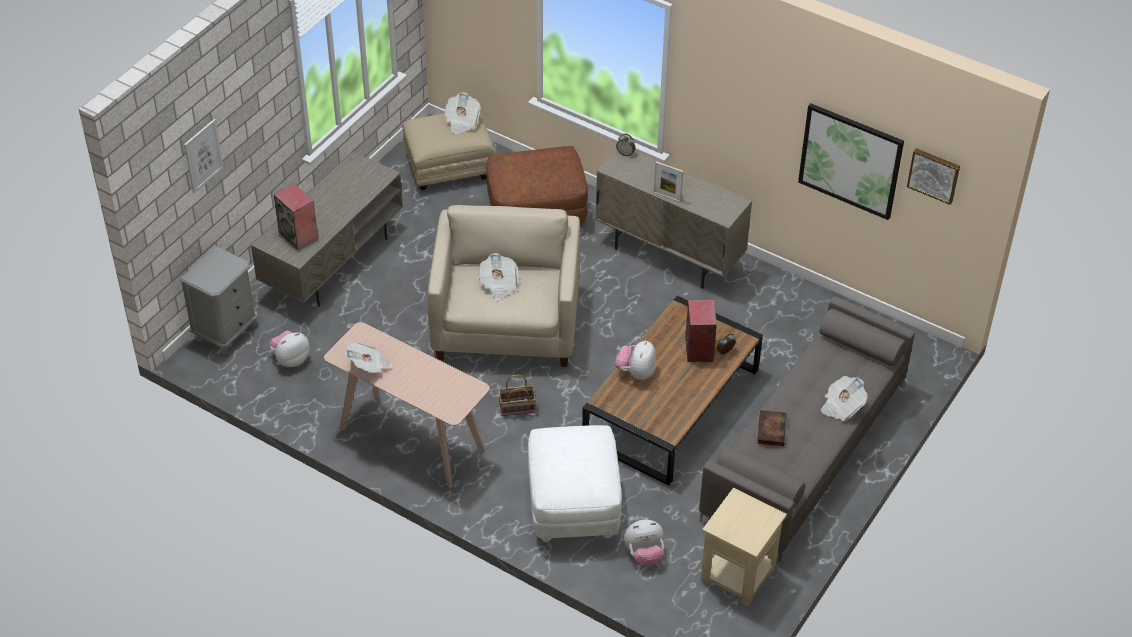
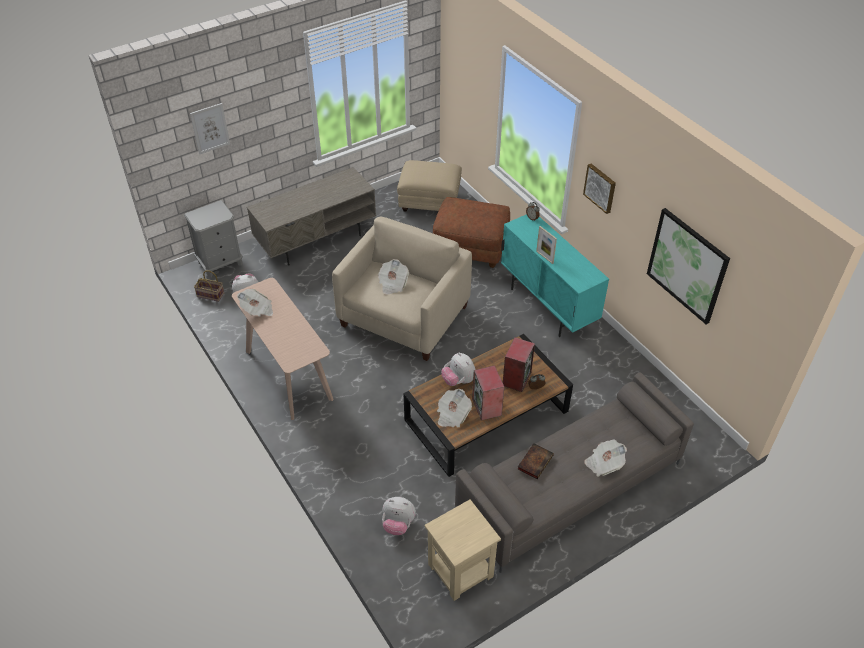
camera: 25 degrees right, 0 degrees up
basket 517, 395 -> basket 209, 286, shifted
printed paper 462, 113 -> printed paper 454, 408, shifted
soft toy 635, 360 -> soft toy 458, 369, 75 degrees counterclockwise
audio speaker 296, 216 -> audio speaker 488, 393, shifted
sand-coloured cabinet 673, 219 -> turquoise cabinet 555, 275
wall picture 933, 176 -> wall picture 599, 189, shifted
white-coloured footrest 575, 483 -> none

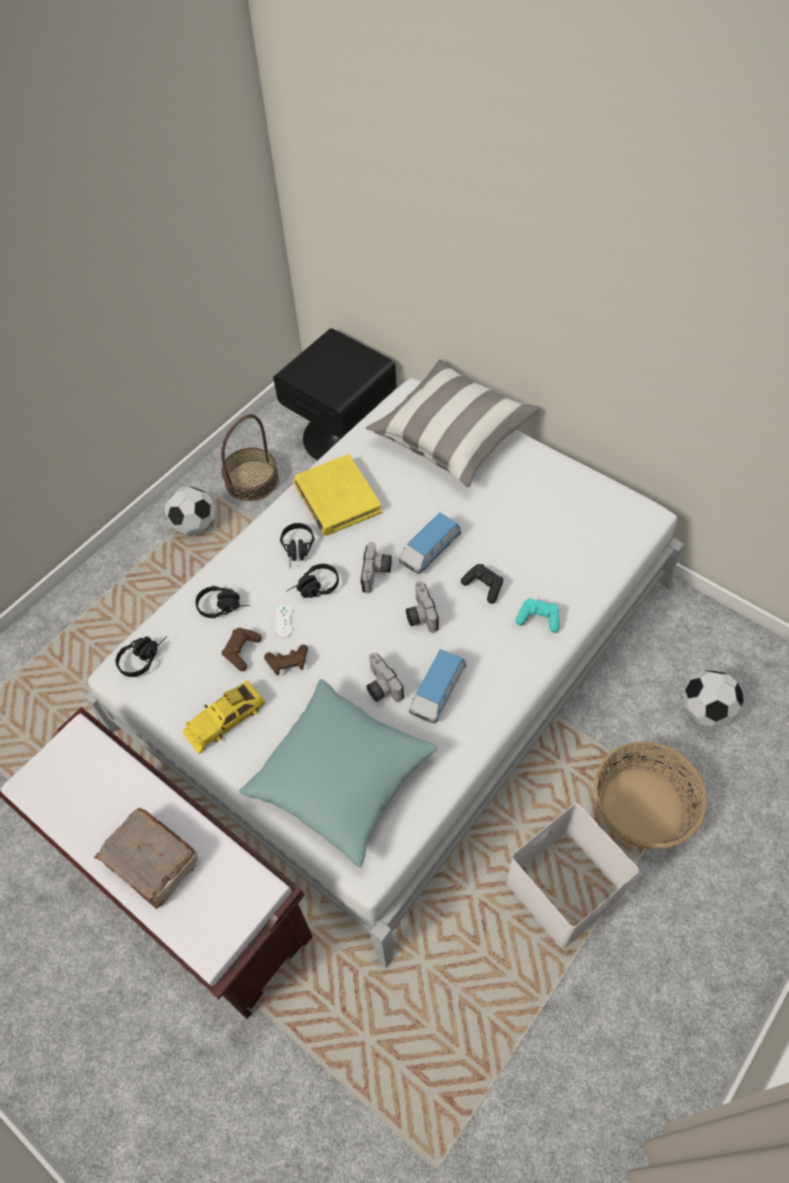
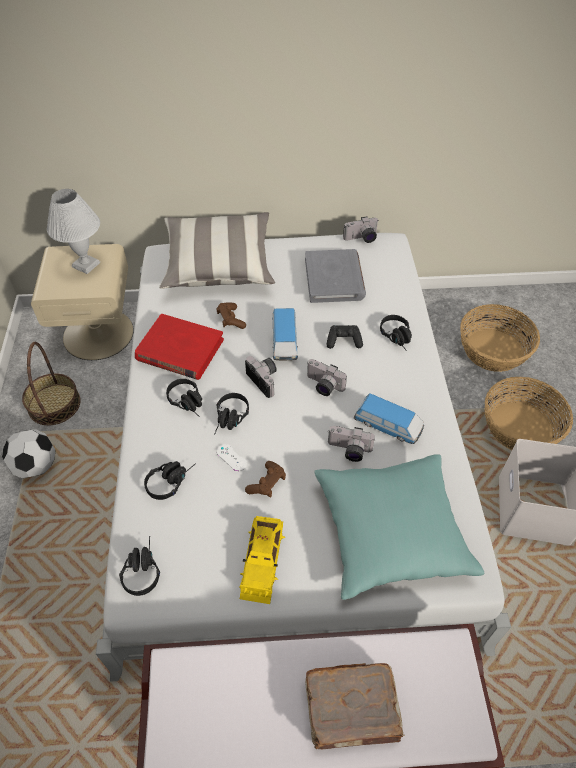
camera: 45 degrees left, 5 degrees down
black nightstand 335, 394 -> sand-coloured nightstand 82, 302
none -> white-coloured tabletop lamp 73, 231
yellow-coloured volume 337, 495 -> reddish volume 179, 347
brown-coloured game controller 242, 649 -> brown-coloured game controller 231, 315, shifted
none -> gray volume 335, 276
none -> photo camera 360, 229
toy car 437, 686 -> toy car 389, 418, 45 degrees counterclockwise
turquoise game controller 537, 615 -> black pair of headphones 396, 333
football ball 713, 698 -> basket 500, 338

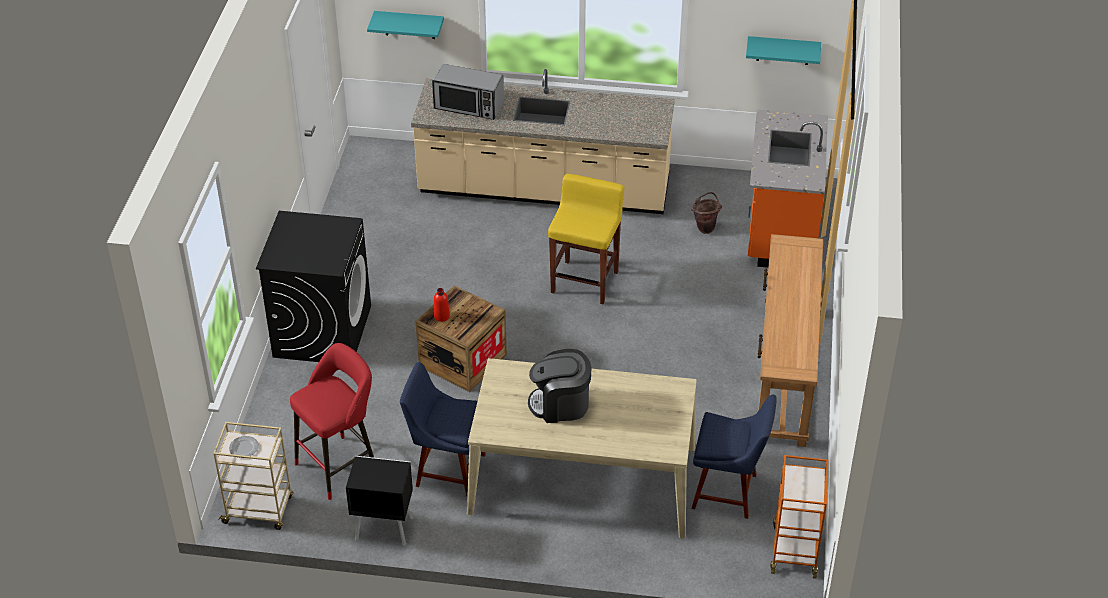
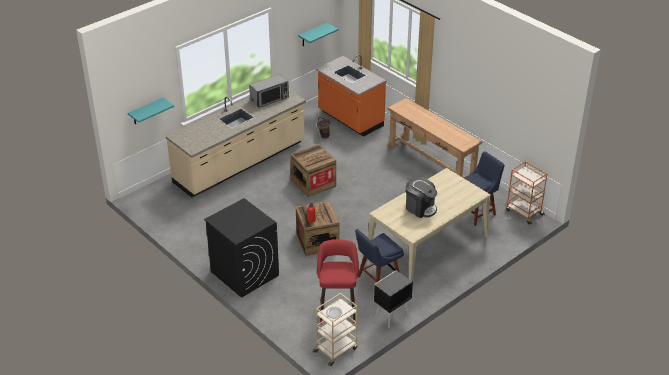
camera: 50 degrees left, 5 degrees down
microwave 468, 92 -> microwave 269, 91, shifted
yellow-coloured sitting stool 586, 239 -> shipping crate 313, 170
coffee machine 559, 386 -> coffee machine 421, 197, 90 degrees counterclockwise

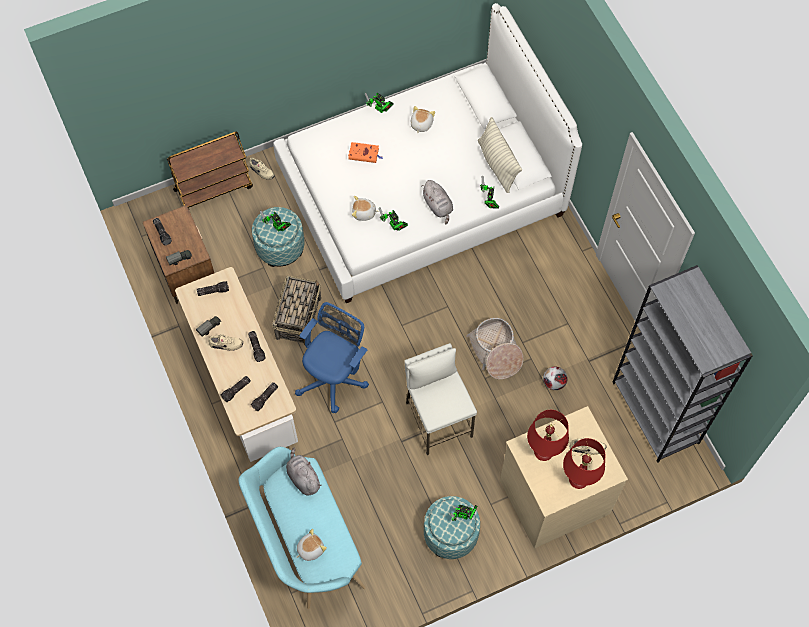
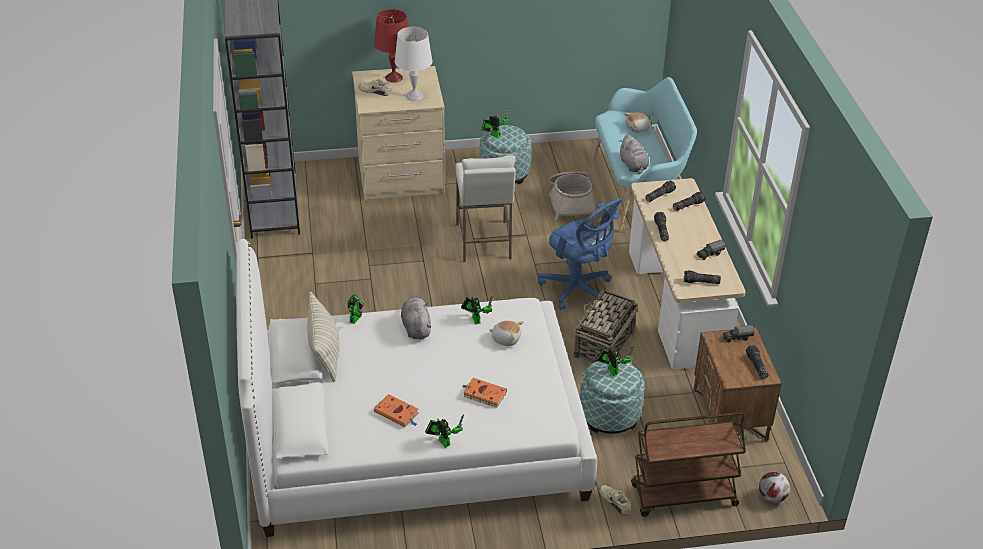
camera: 165 degrees left, 25 degrees down
soft toy 423, 119 -> orangey volume 396, 410
reddish tabletop lamp 548, 435 -> white-coloured tabletop lamp 413, 64
blue-coloured desk chair 332, 357 -> blue-coloured desk chair 580, 254, 90 degrees counterclockwise
basket 494, 348 -> basket 571, 195, shifted
football ball 555, 378 -> football ball 774, 487, shifted
sand-coloured low shoe 225, 342 -> none

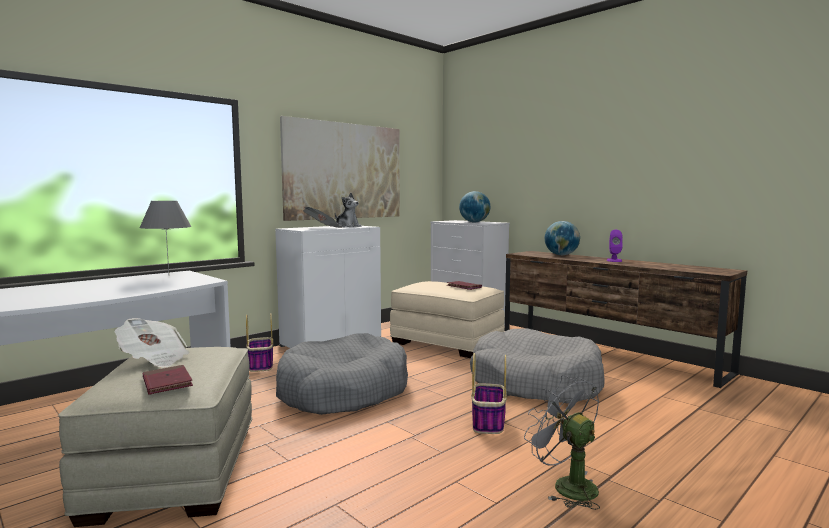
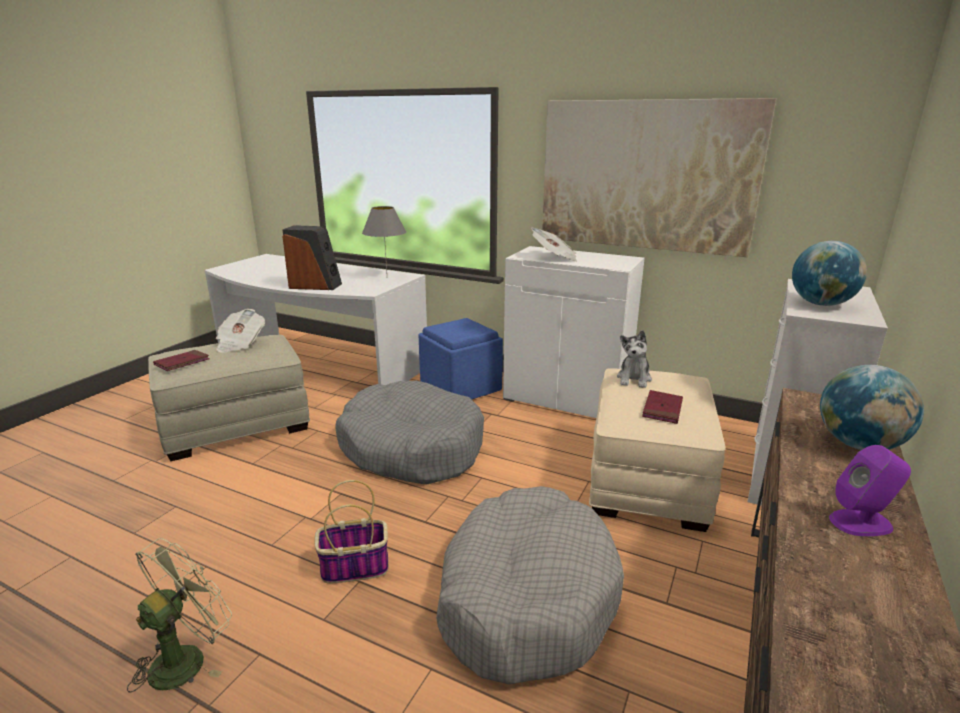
camera: 70 degrees right, 15 degrees up
gray electric fan 562, 442 -> green-coloured electric fan 179, 615
none -> audio speaker 312, 257
basket 259, 343 -> blue-coloured footrest 460, 359
soft toy 348, 210 -> soft toy 634, 359, shifted

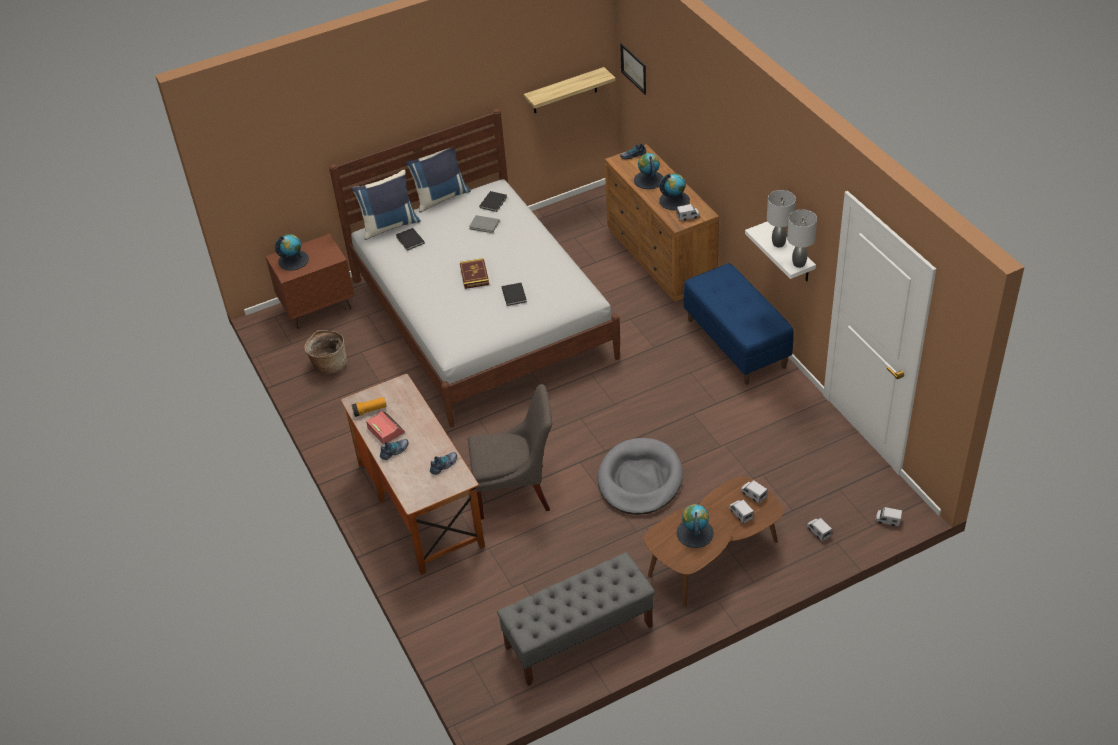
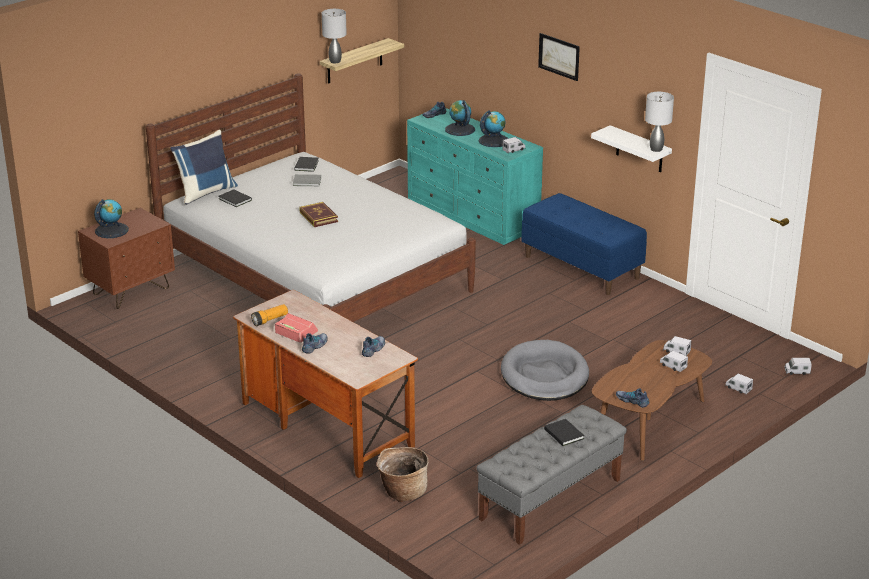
camera: 20 degrees left, 15 degrees down
gray tabletop lamp 781, 218 -> gray tabletop lamp 334, 36, shifted
basket 325, 352 -> basket 402, 474, shifted
brown-coloured dresser 662, 223 -> turquoise dresser 475, 176
wall picture 633, 69 -> wall picture 559, 57, shifted
black volume 514, 294 -> black volume 564, 432, shifted
none -> low shoe 632, 397
blue-coloured pillow 438, 180 -> none
gray plain chair 510, 452 -> none
globe 695, 526 -> none

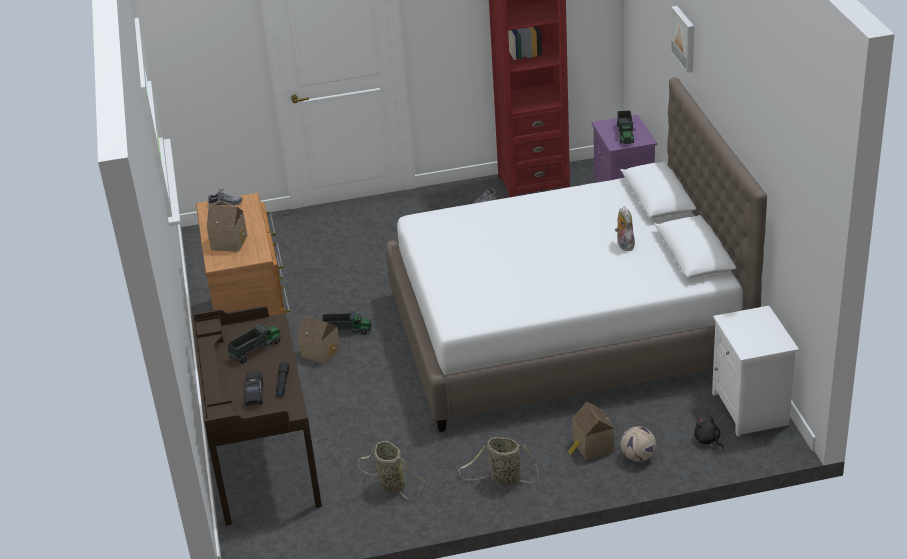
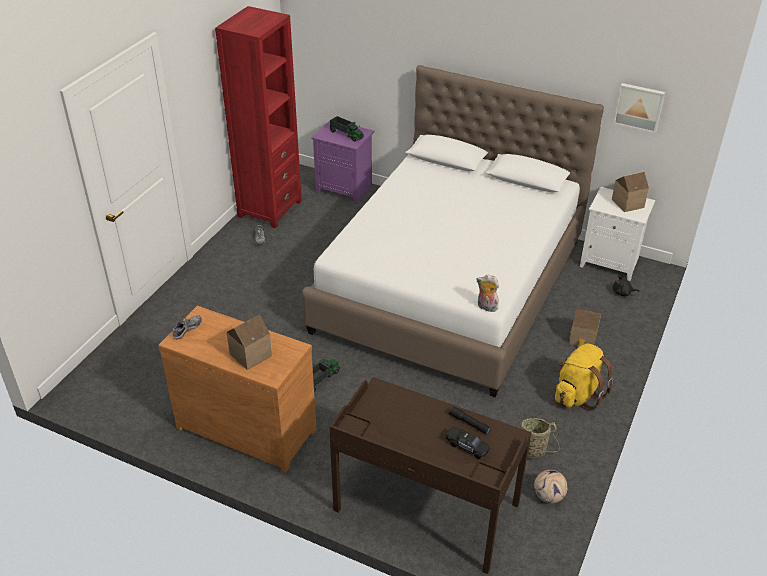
camera: 55 degrees left, 5 degrees up
soft toy 625, 229 -> soft toy 487, 293, shifted
football ball 638, 444 -> football ball 551, 486, shifted
basket 498, 461 -> yellow-coloured backpack 584, 377
model house 319, 339 -> model house 630, 192, shifted
wall picture 682, 39 -> wall picture 639, 108, shifted
model truck 255, 344 -> none

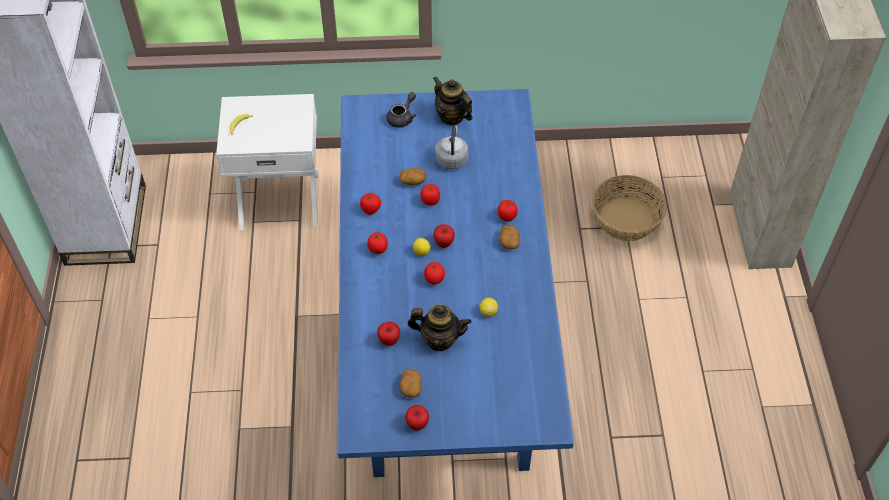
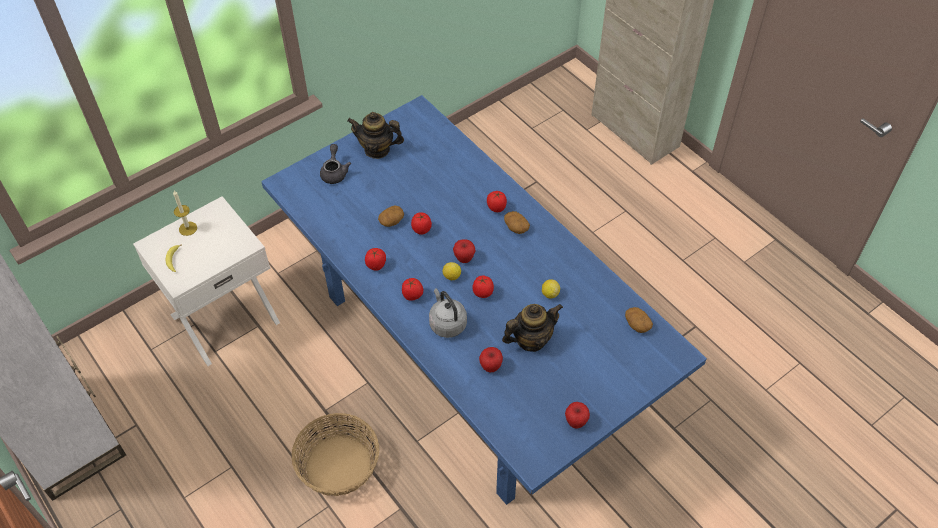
camera: 35 degrees left, 0 degrees up
none -> wax light 185, 213
basket 629, 208 -> basket 335, 454, shifted
gray water kettle 452, 147 -> gray water kettle 448, 313, shifted
potato 410, 383 -> potato 639, 320, shifted

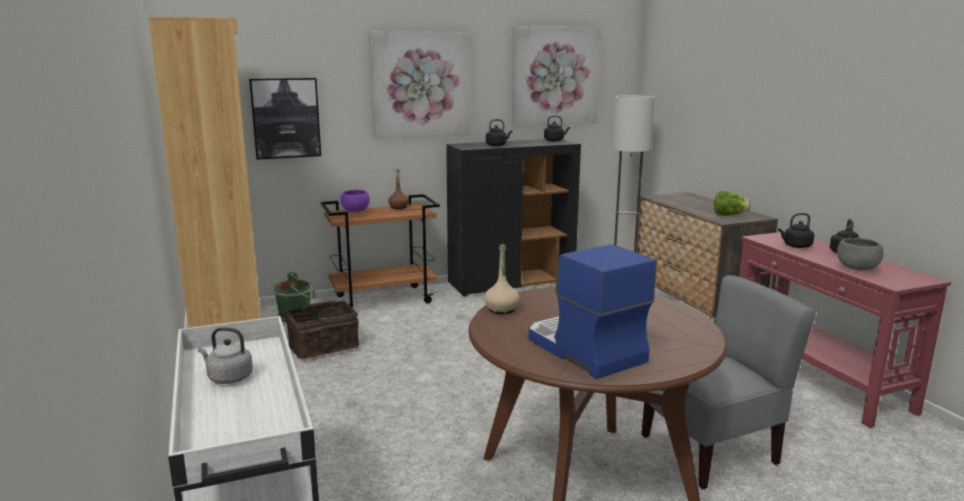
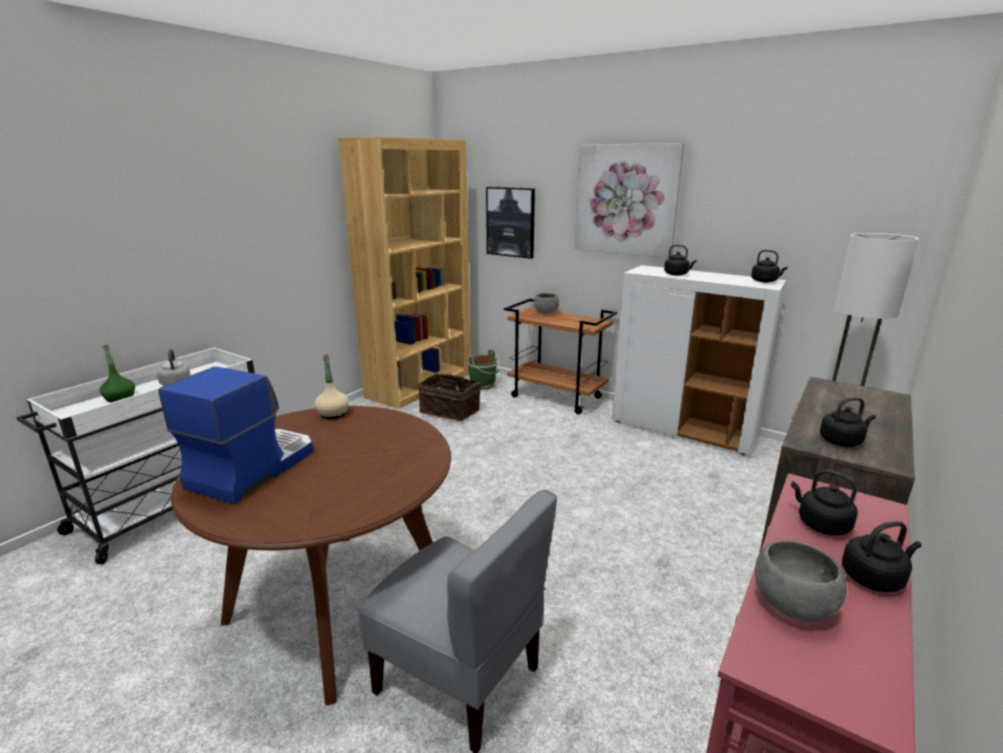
camera: 55 degrees right, 5 degrees up
none -> green-coloured beverage bottle 117, 373
purple-coloured serving bowl 355, 201 -> gray serving bowl 546, 303
black cabinet 513, 218 -> white-coloured cabinet 699, 360
lettuce head 732, 203 -> black water kettle 848, 422
brown-coloured beverage bottle 398, 188 -> none
wall picture 556, 76 -> none

